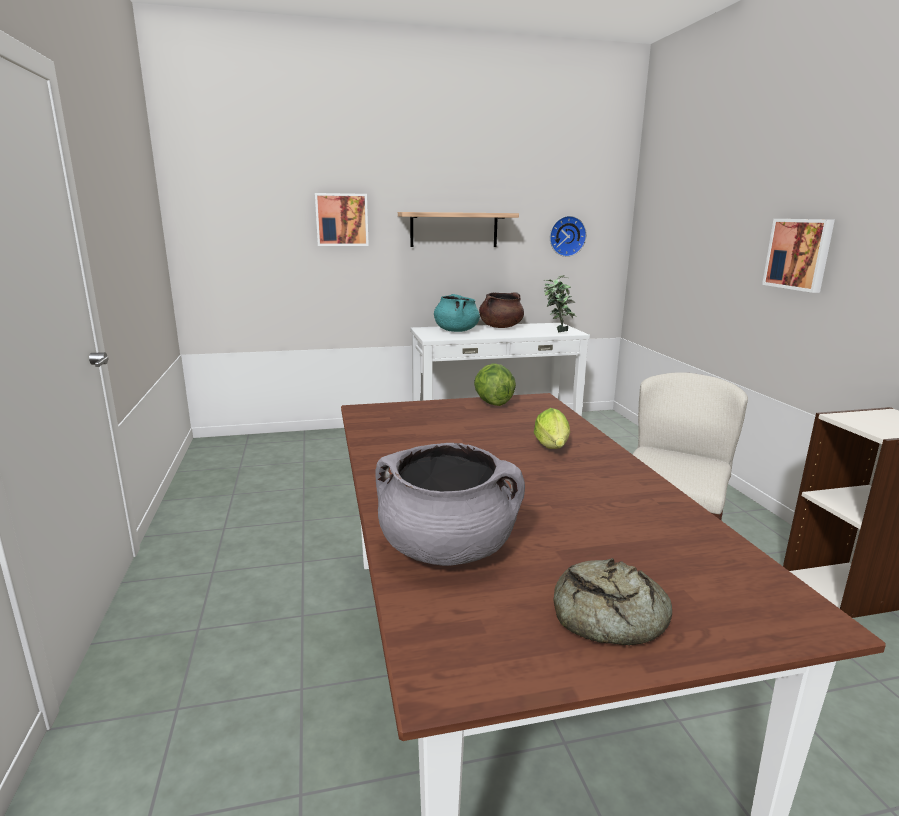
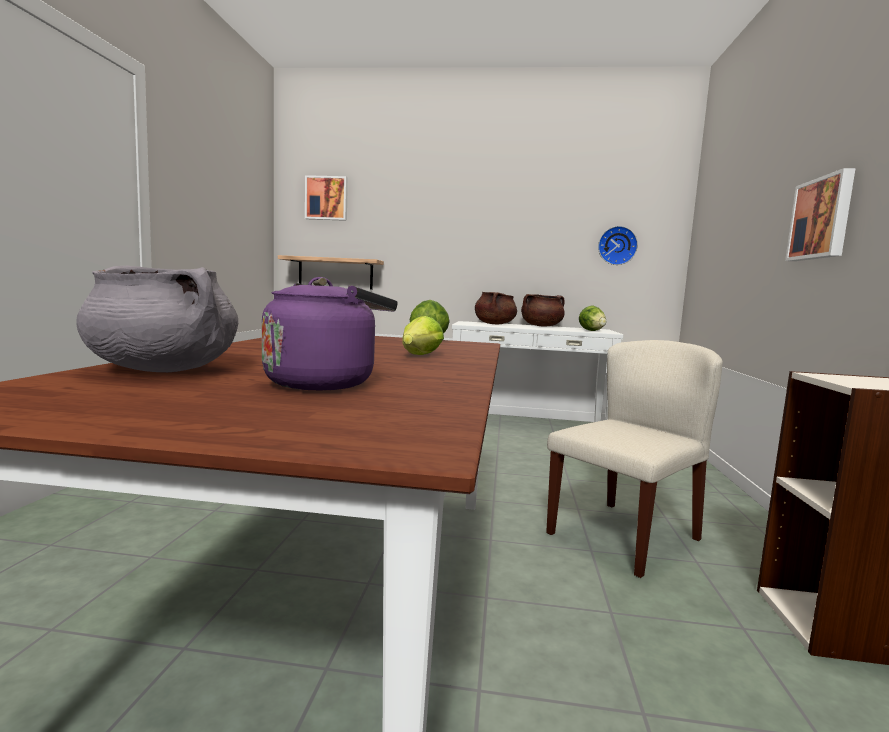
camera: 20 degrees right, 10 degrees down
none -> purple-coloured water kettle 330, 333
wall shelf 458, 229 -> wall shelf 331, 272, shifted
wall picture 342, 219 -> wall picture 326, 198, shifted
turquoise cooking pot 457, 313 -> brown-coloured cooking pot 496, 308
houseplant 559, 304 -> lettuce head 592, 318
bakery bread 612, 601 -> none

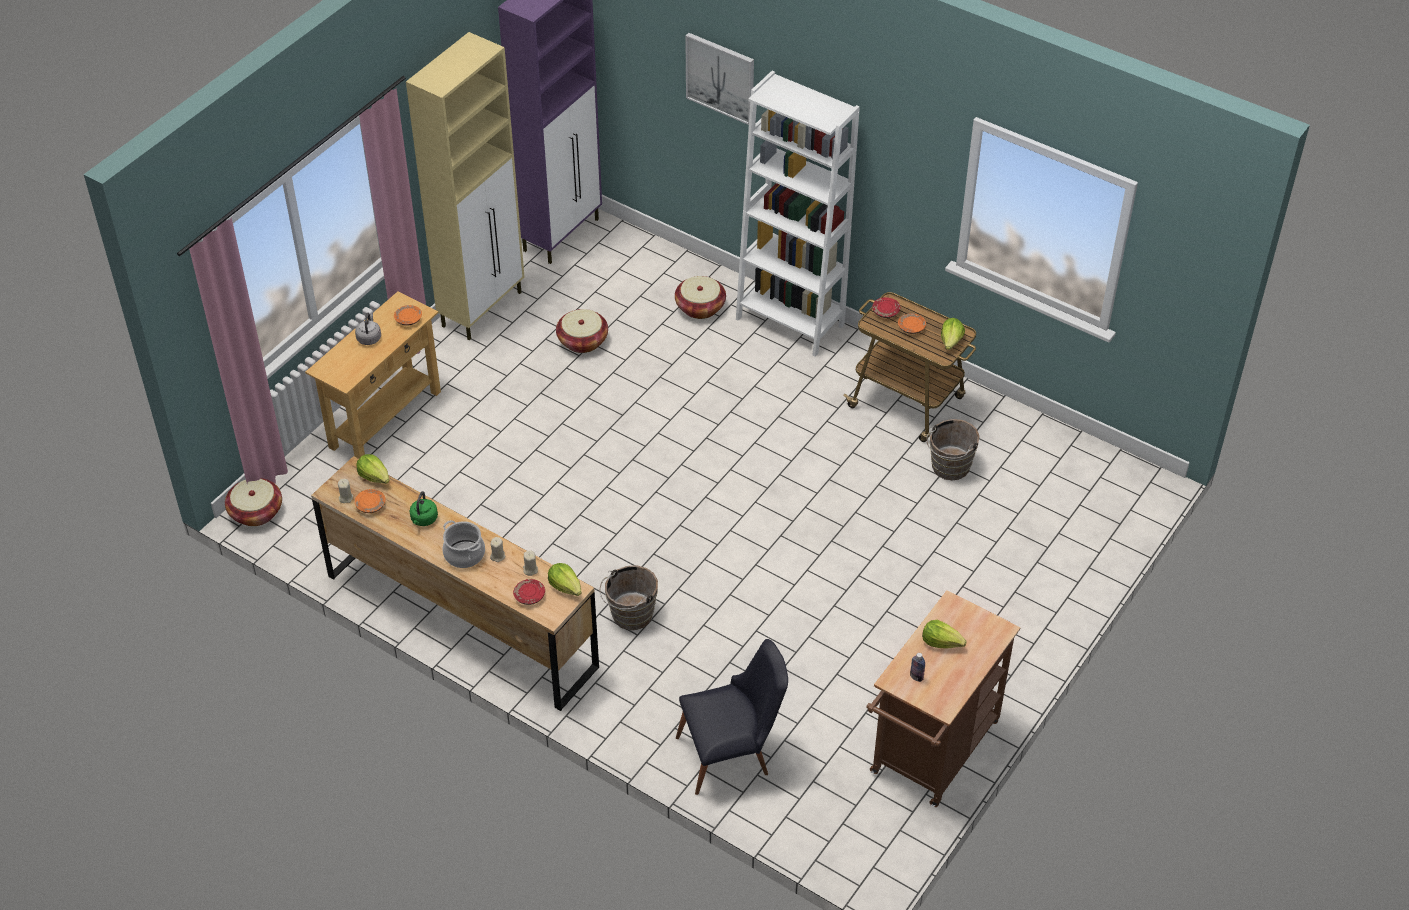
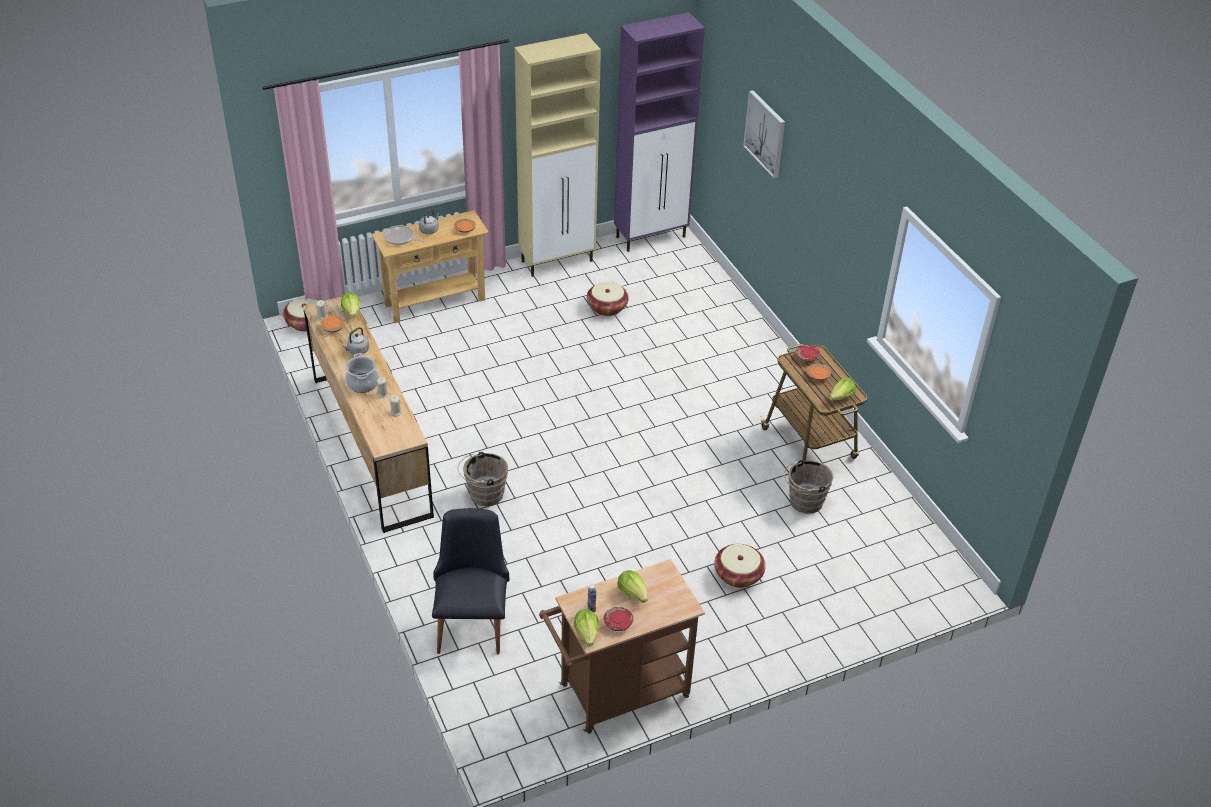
camera: 30 degrees right, 5 degrees down
green-coloured water kettle 424, 508 -> gray water kettle 355, 341
none -> skillet 404, 235
black plain chair 732, 717 -> black plain chair 470, 581, 105 degrees counterclockwise
lettuce head 565, 579 -> lettuce head 586, 627, shifted
reddish dinner plate 529, 592 -> reddish dinner plate 618, 619, shifted
basket 700, 297 -> basket 740, 566, shifted
white-coloured shelving unit 798, 214 -> none

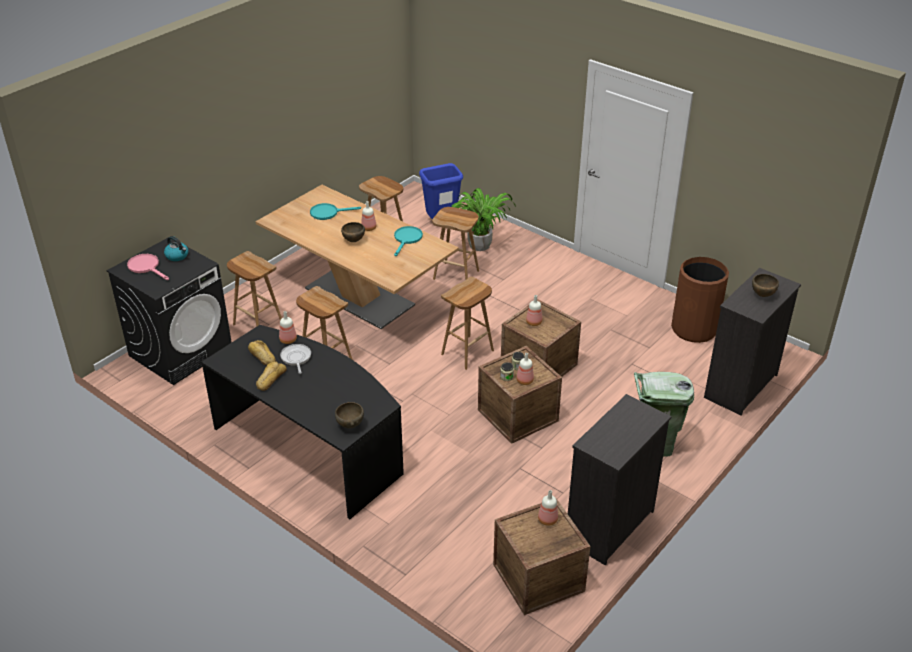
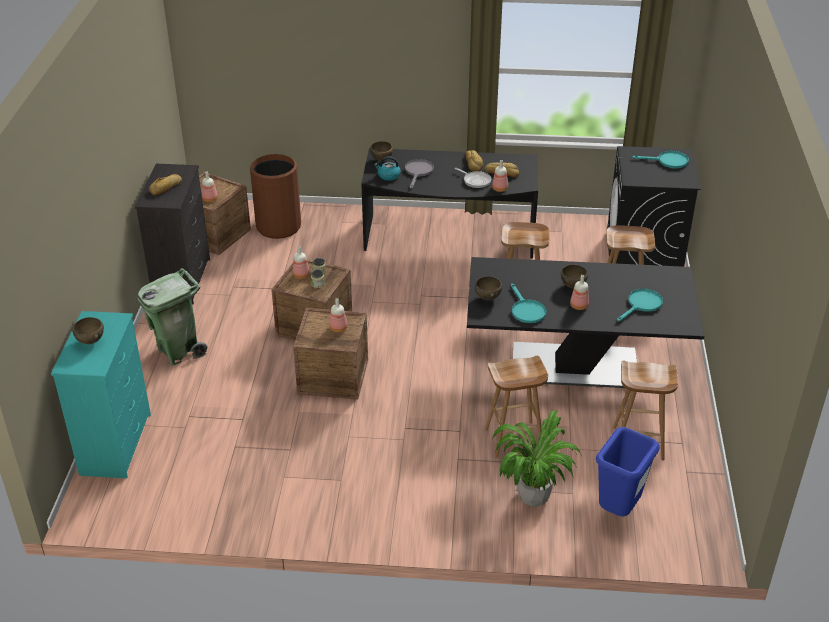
camera: 145 degrees right, 0 degrees up
black dresser 752, 342 -> turquoise dresser 101, 394
none -> bakery bread 165, 184
brown-coloured trash can 700, 300 -> brown-coloured trash can 275, 196, shifted
water kettle 176, 248 -> water kettle 387, 169, shifted
none -> gray skillet 419, 174
sand-coloured dinner table 357, 257 -> black dinner table 586, 322
none -> brown-coloured serving bowl 488, 288
pink skillet 148, 267 -> turquoise skillet 660, 159
brown-coloured sitting stool 467, 323 -> none

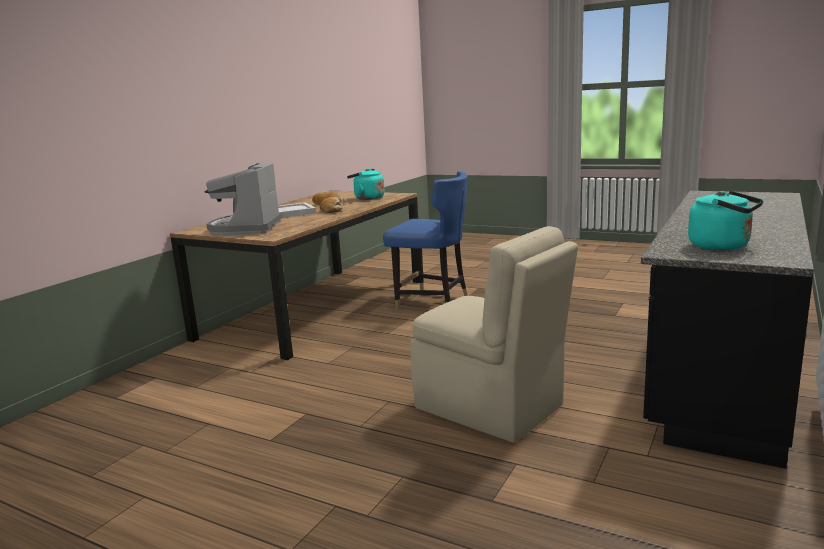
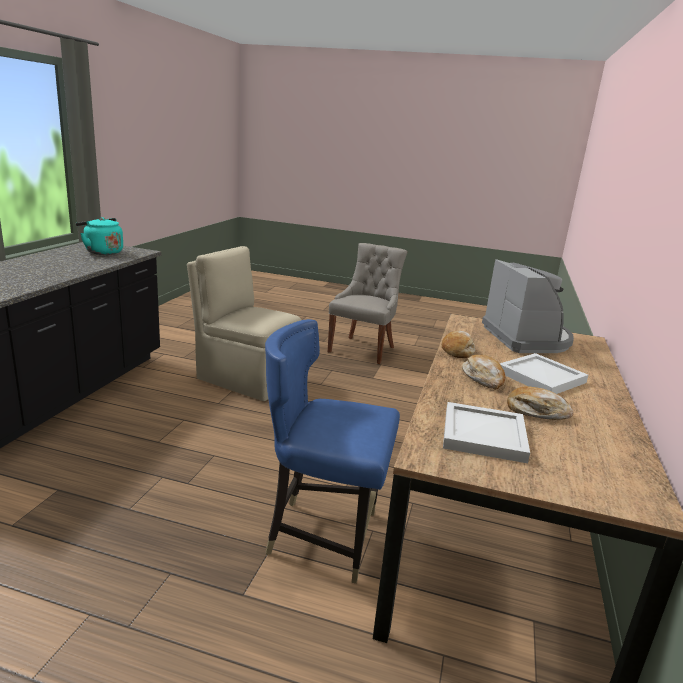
camera: 165 degrees right, 5 degrees up
none -> gray plain chair 368, 303
none -> bakery bread 458, 344
turquoise water kettle 366, 184 -> white-coloured tray 486, 432

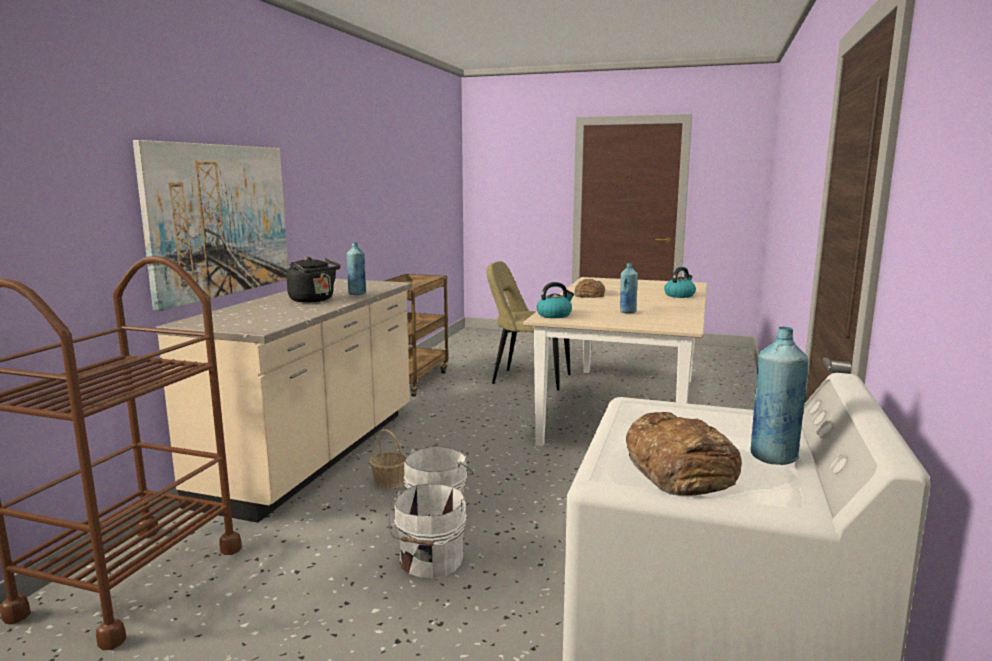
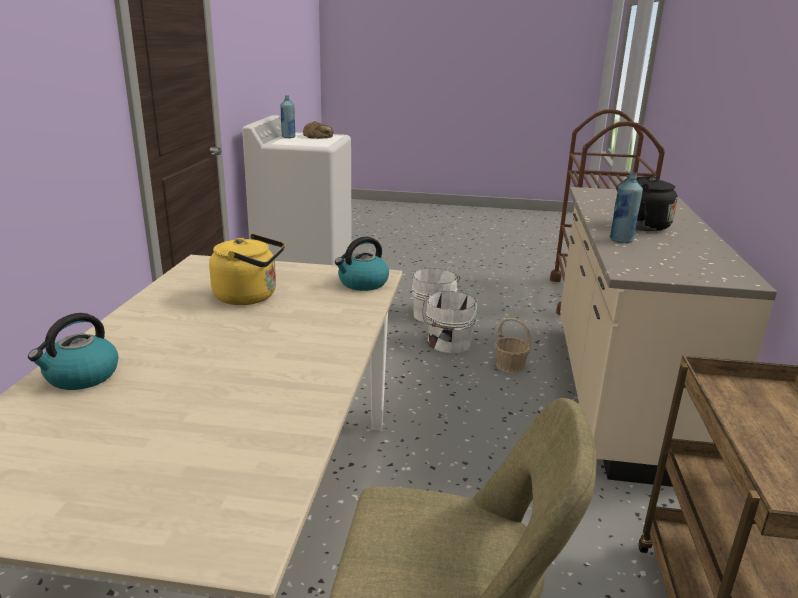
camera: 170 degrees right, 10 degrees up
blue-coloured beverage bottle 629, 288 -> yellow-coloured water kettle 247, 269
wall picture 210, 225 -> none
bakery bread 590, 288 -> none

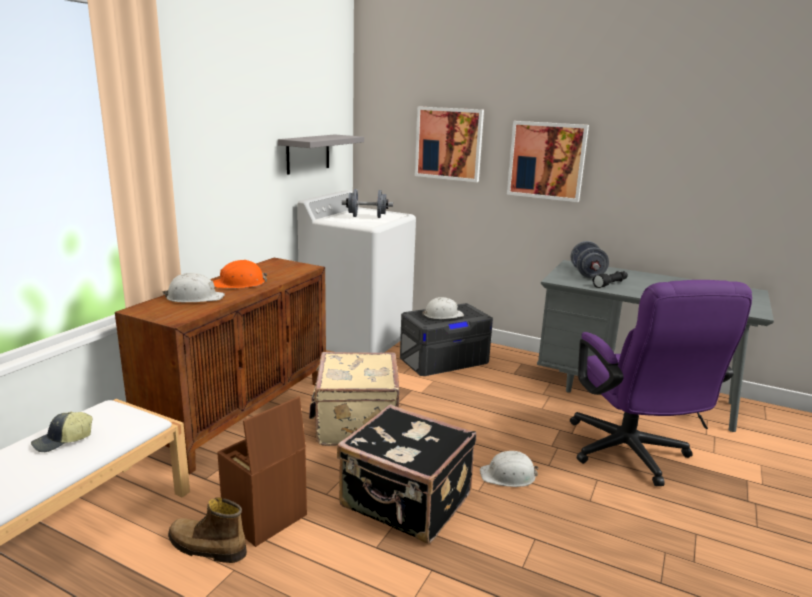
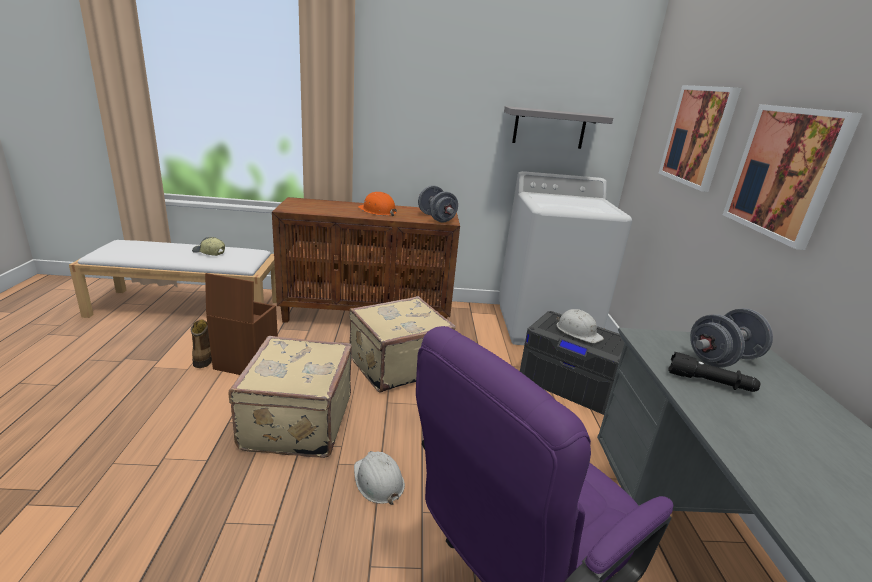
camera: 60 degrees right, 5 degrees up
black piece of luggage 406, 474 -> sand-coloured piece of luggage 290, 397
gray hand weight 367, 203 -> gray hand weight 438, 203, shifted
white-coloured hard hat 193, 288 -> none

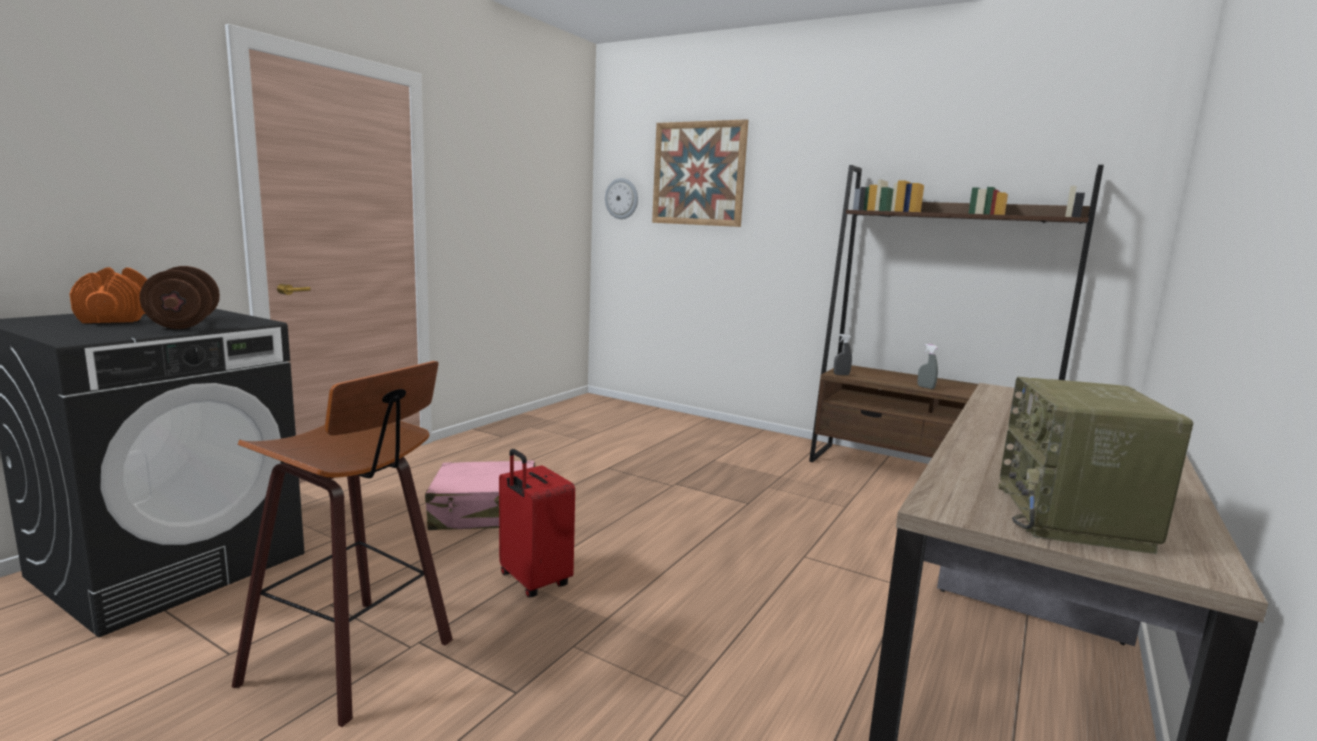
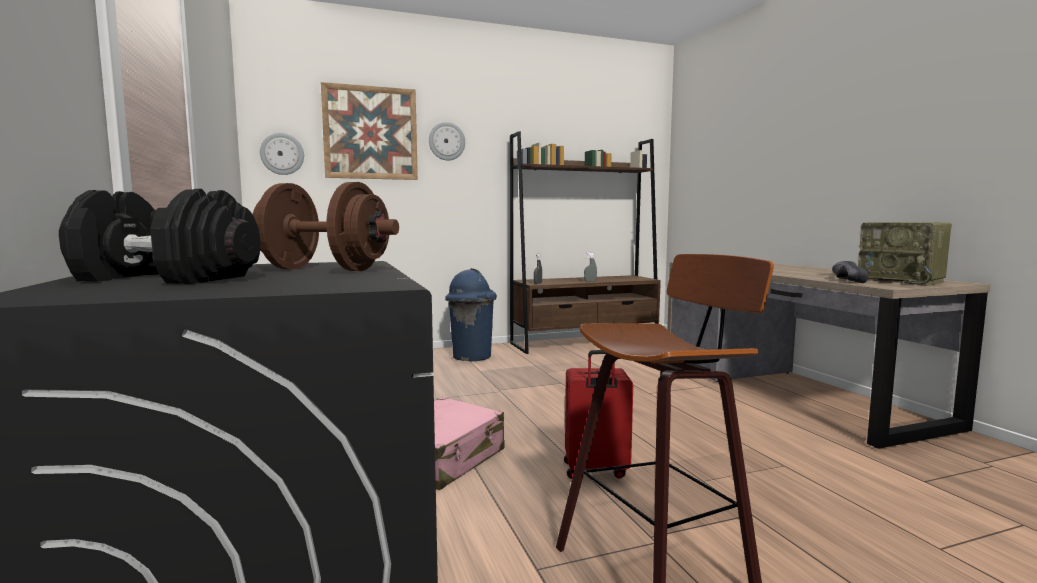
camera: 50 degrees left, 5 degrees down
orangey hand weight 108, 295 -> black hand weight 160, 236
none -> clock on the wall 447, 141
none -> blue-coloured trash can 471, 314
none -> black low shoe 850, 272

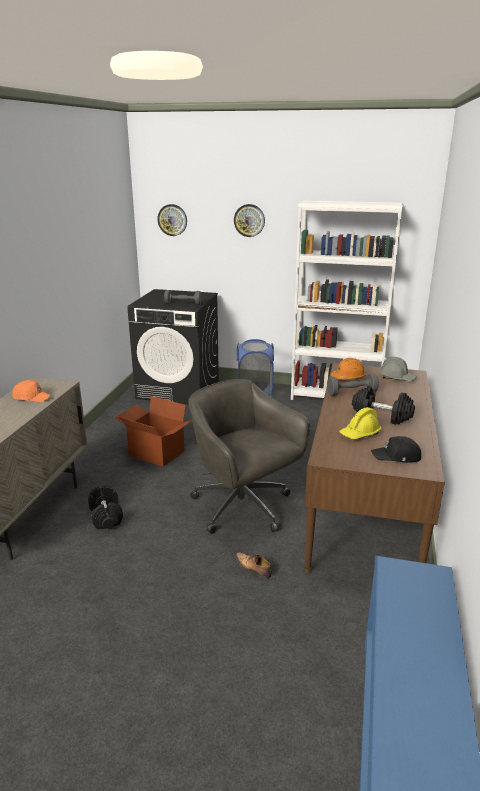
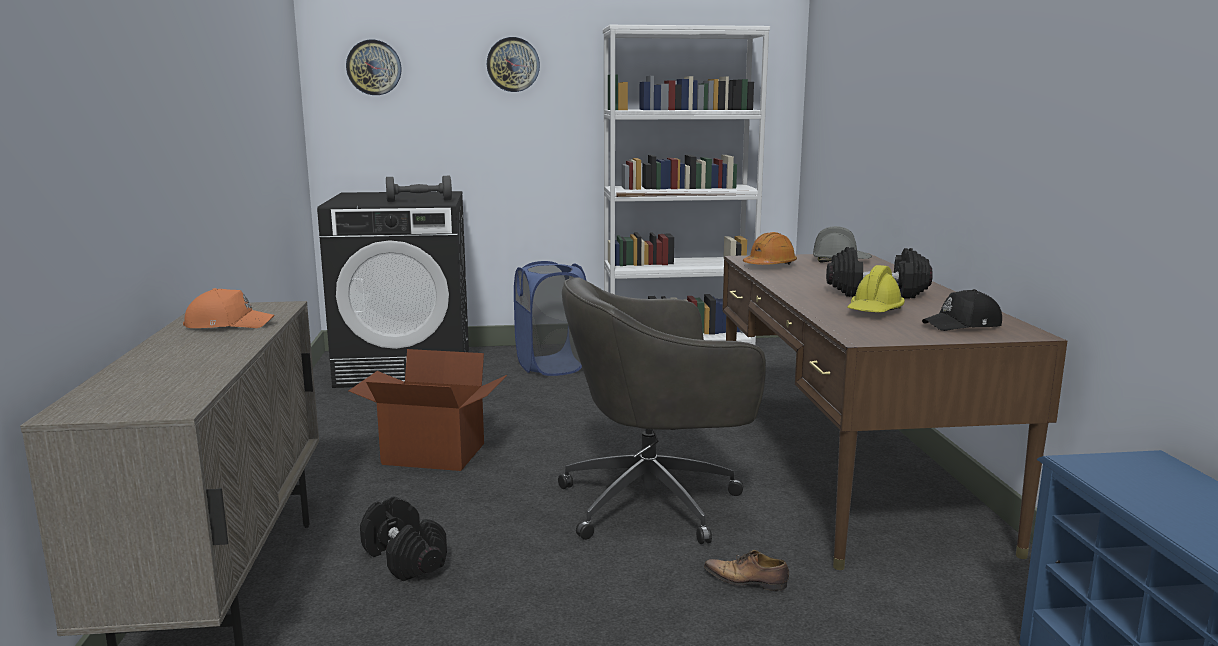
camera: 20 degrees left, 10 degrees down
gray desk chair 249, 456 -> gray desk chair 662, 410, 45 degrees counterclockwise
gray hand weight 353, 384 -> none

